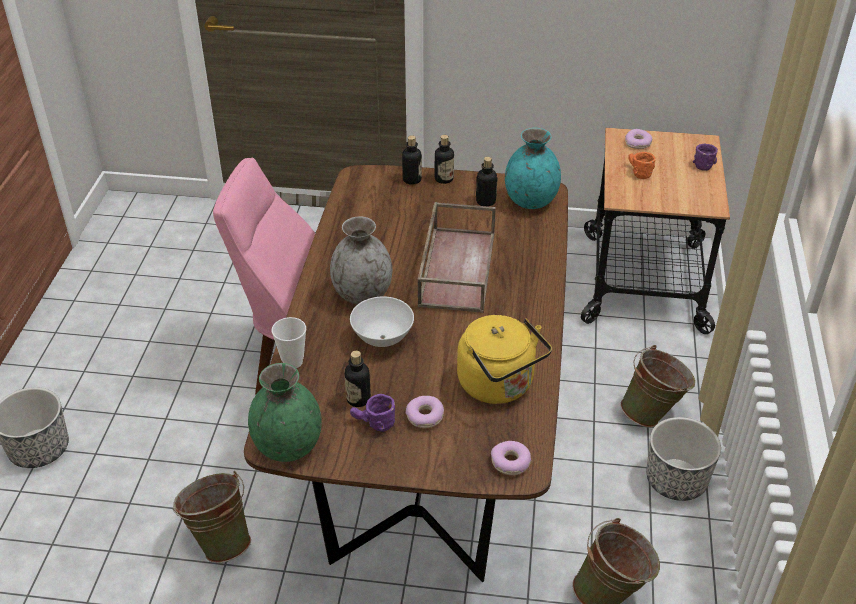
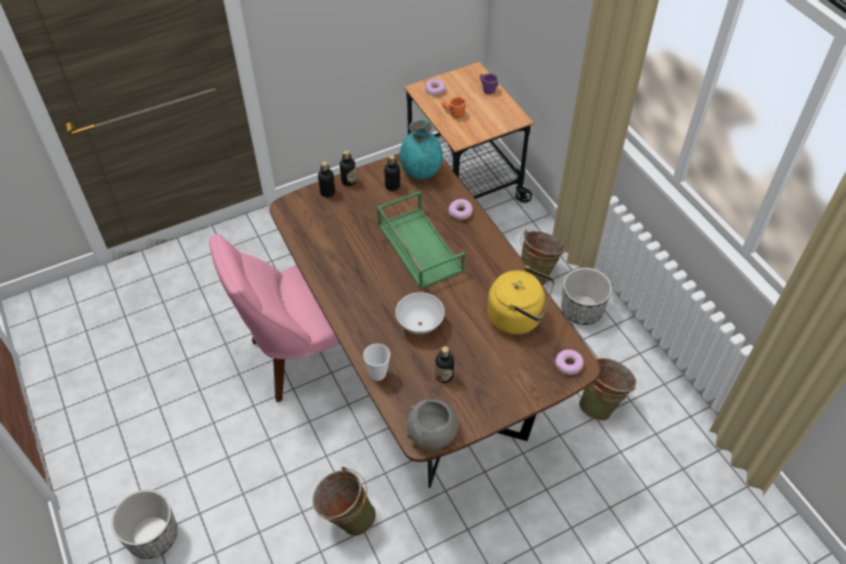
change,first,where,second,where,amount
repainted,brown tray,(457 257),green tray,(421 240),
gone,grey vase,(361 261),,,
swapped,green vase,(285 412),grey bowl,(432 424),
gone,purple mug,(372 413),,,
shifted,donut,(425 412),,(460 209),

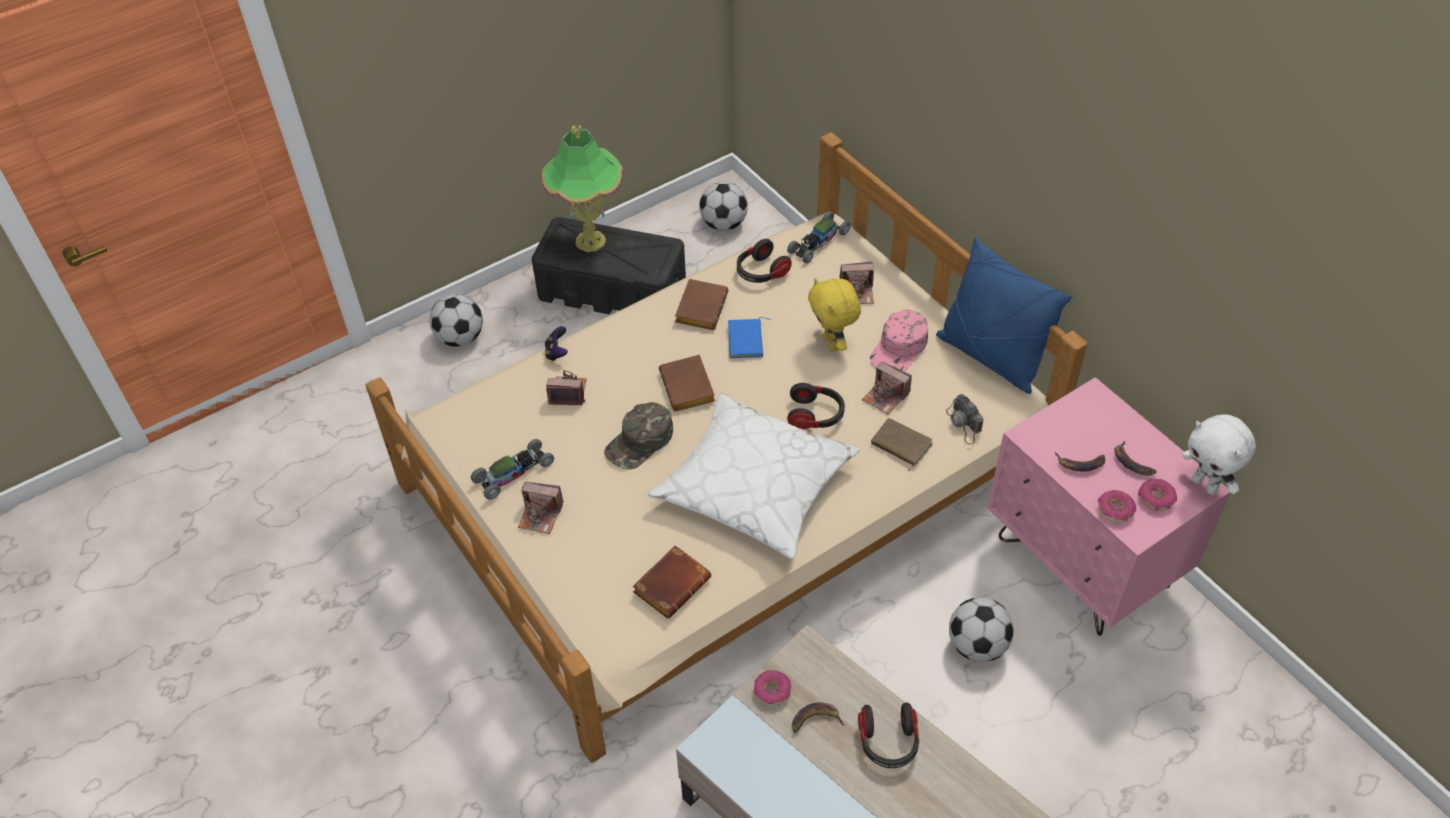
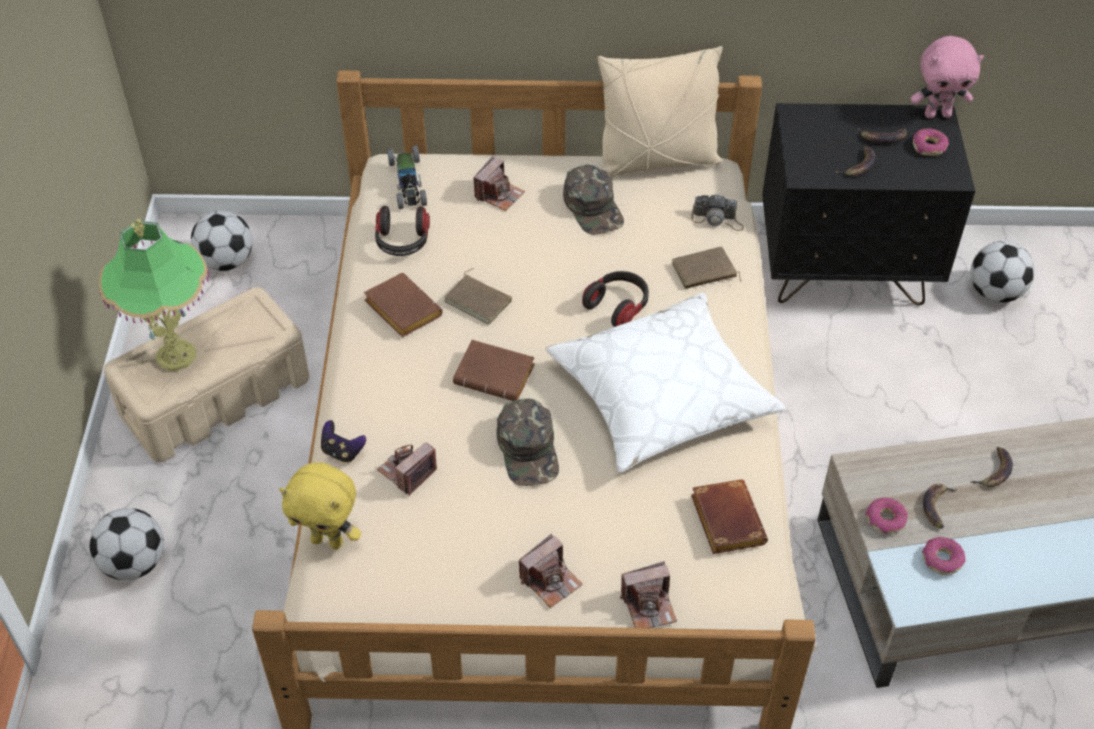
change,first,where,second,where,amount
repainted,black storage box,(609 265),beige storage box,(206 374),
repainted,blue pillow,(1004 315),beige pillow,(660 111),
shifted,yellow plush toy,(834 314),,(320 506),
repainted,pink cap,(899 341),green cap,(593 200),
repainted,blue book,(749 337),brown book,(478 296),
shifted,photo camera,(887 388),,(648 594),
repainted,pink nightstand,(1109 506),black nightstand,(868 204),
repainted,white plush toy,(1219 454),pink plush toy,(947 77),
gone,toy car,(512 469),,,
shifted,donut,(1117 506),,(944 556),
shifted,football,(981 630),,(1002 271),
swapped,headphones,(888 735),banana,(991 467),

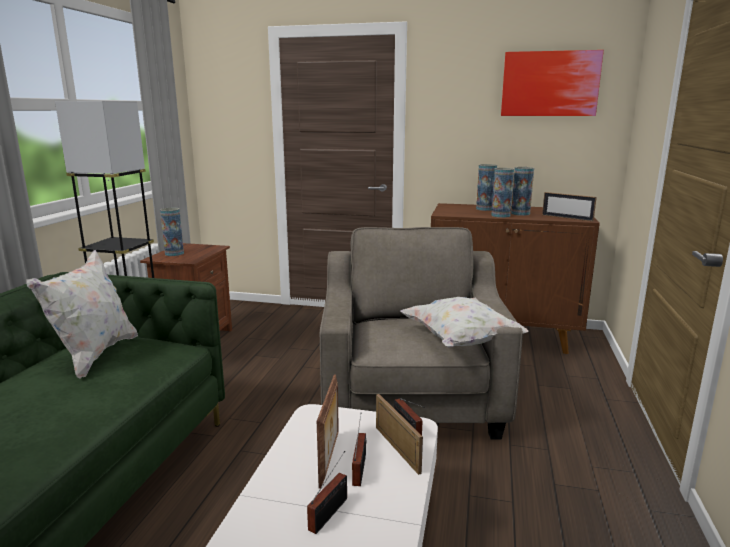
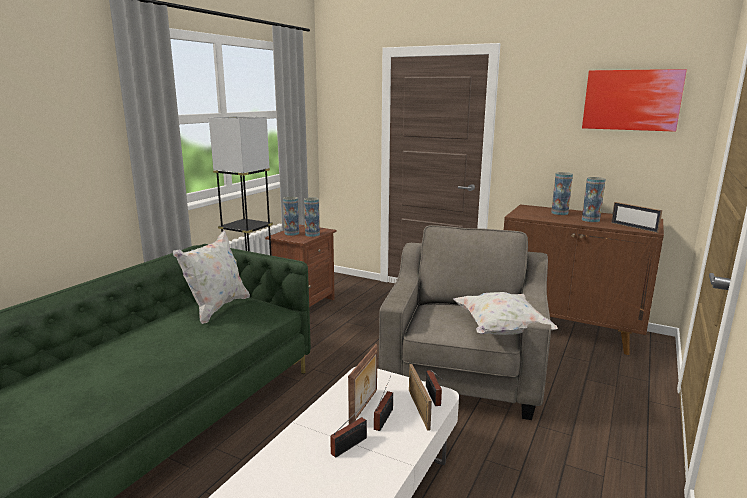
change,first,where,second,where,amount
shifted,vase,(502 193),,(312 217),

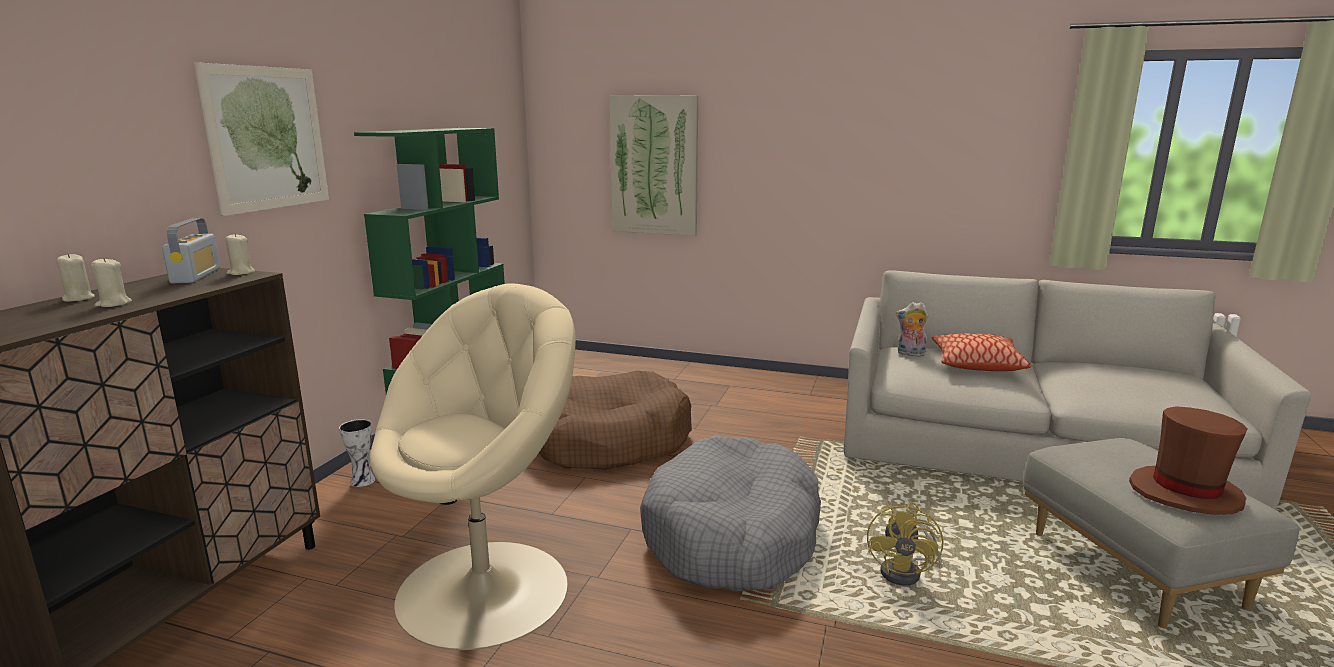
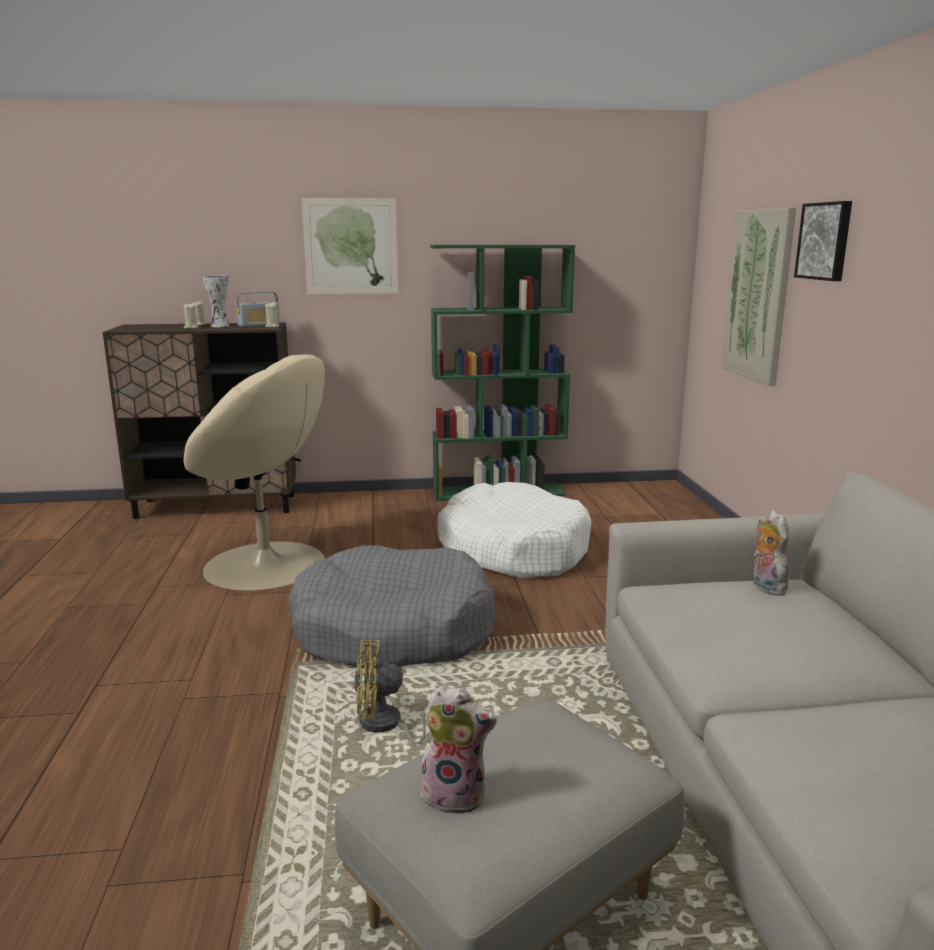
change,first,where,second,where,amount
gone,pillow,(981 352),,,
repainted,brown dog bed,(615 420),white dog bed,(514 530),
swapped,brown hat,(1188 460),plush toy,(457 750),
shifted,vase,(357 453),,(216 301),
new,,,picture,(823 241),

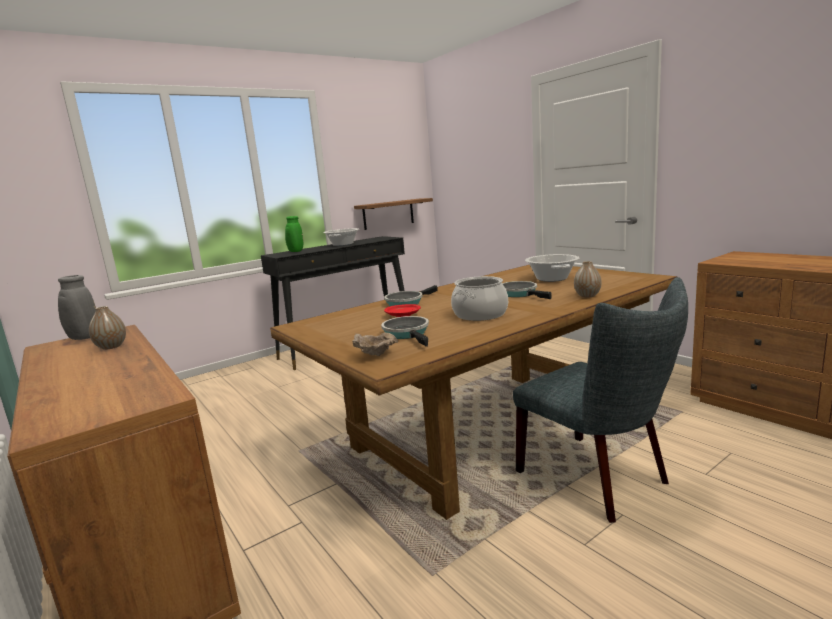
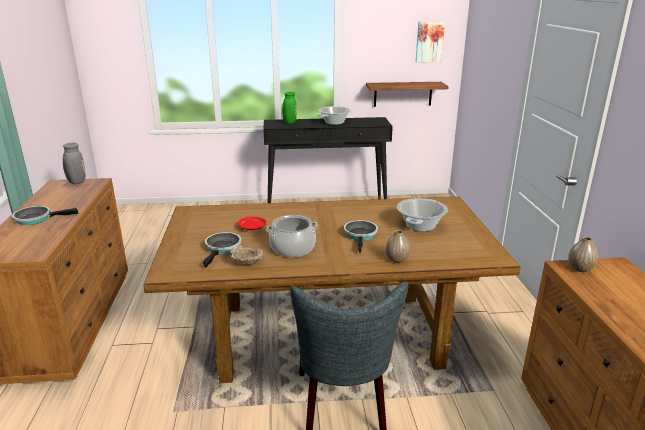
change,first,where,second,where,amount
shifted,frying pan,(410 295),,(45 215),
shifted,vase,(107 328),,(583 254),
shifted,beige bowl,(375 344),,(247 255),
new,,,picture,(430 41),

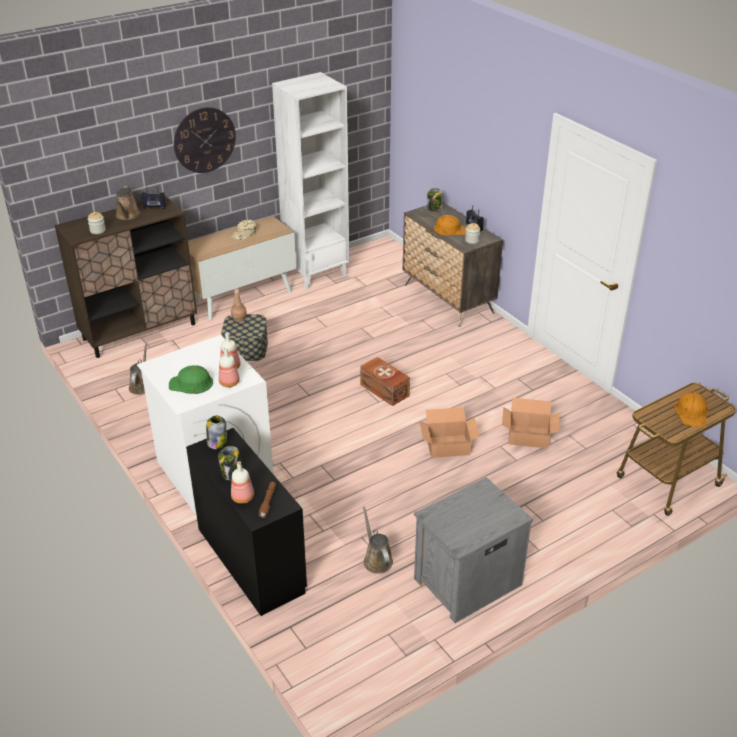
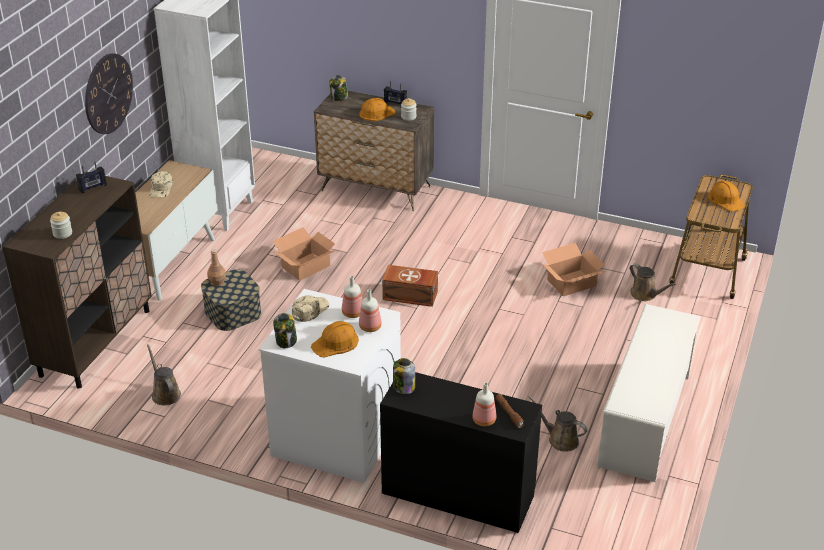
change,first,where,second,where,amount
shifted,brown watering can,(128 202),,(653 282),
repainted,green hard hat,(191 379),orange hard hat,(335 339),
shifted,cardboard box,(449 432),,(305 254),
shifted,jar,(230 463),,(285 330),
swapped,grey nightstand,(473 550),white shoe rack,(649 393),
new,,,beige cap,(310 308),

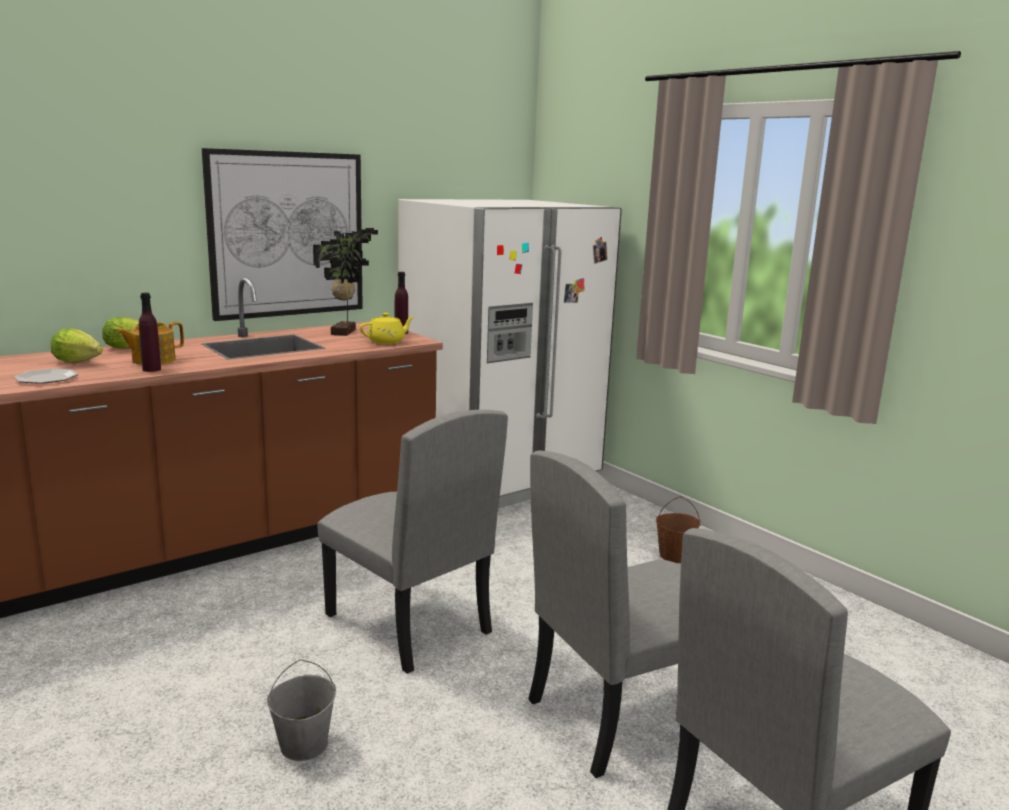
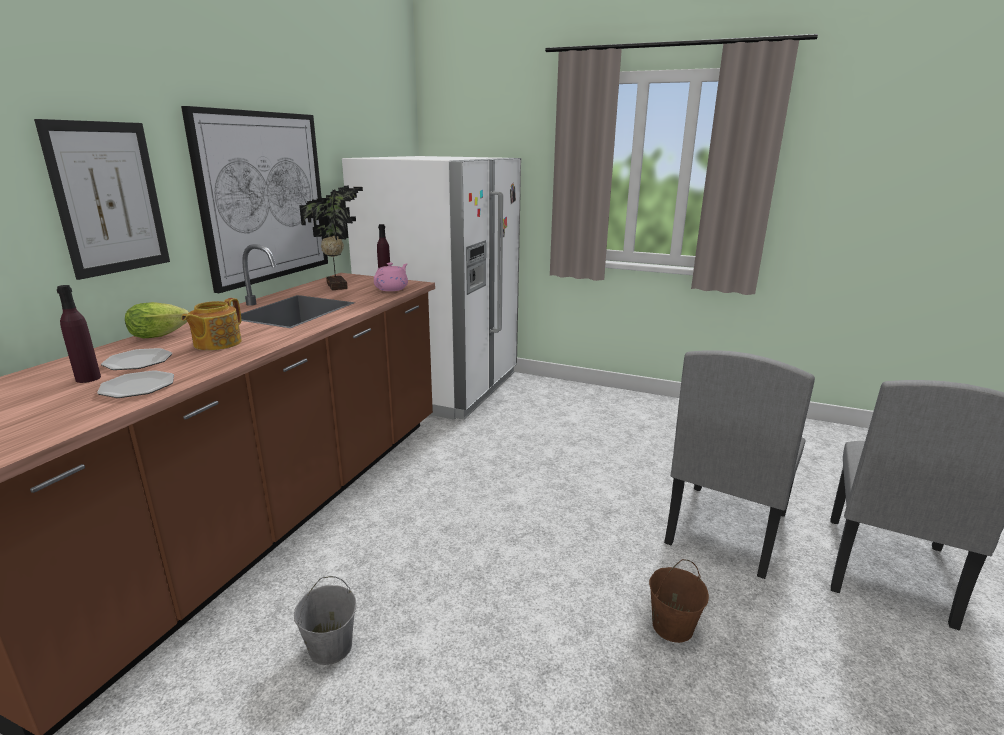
change,first,where,second,where,amount
shifted,purple bottle,(150 332),,(79 334),
repainted,yellow teapot,(387 328),pink teapot,(391 277),
swapped,lettuce,(77 345),plate,(136 359),
gone,grey chair,(412 541),,,
shifted,brown bucket,(678 529),,(679 601),
shifted,grey bucket,(301 710),,(325 620),
new,,,picture,(102 199),

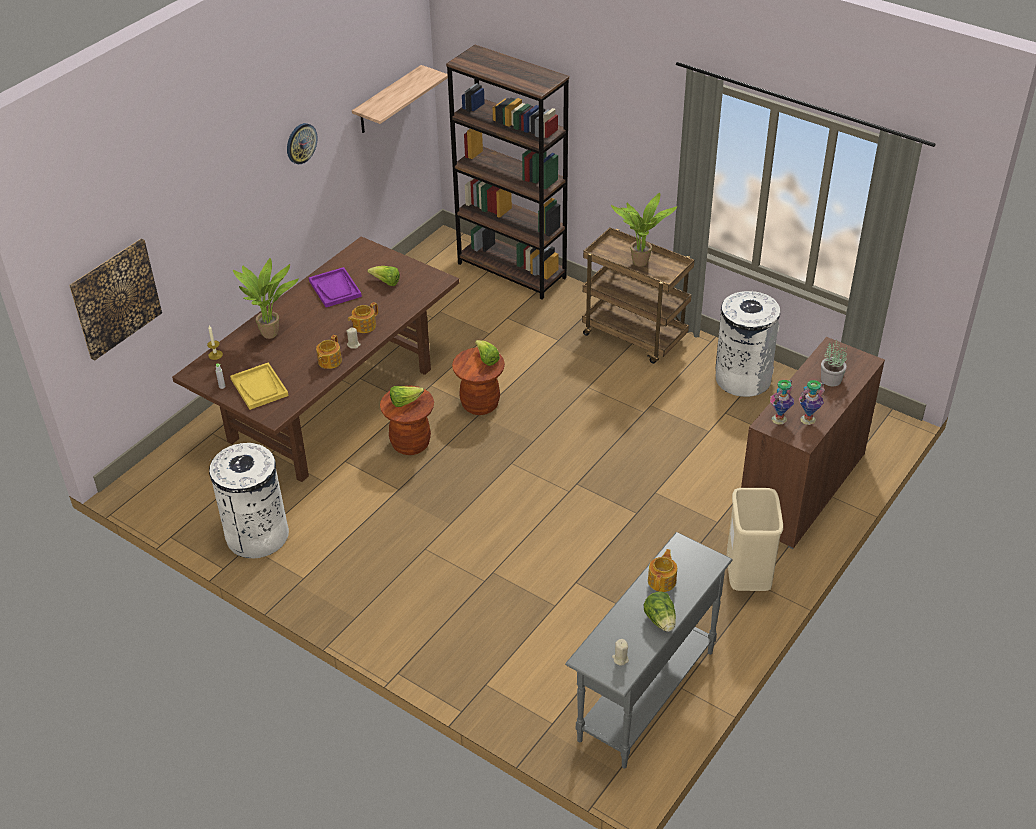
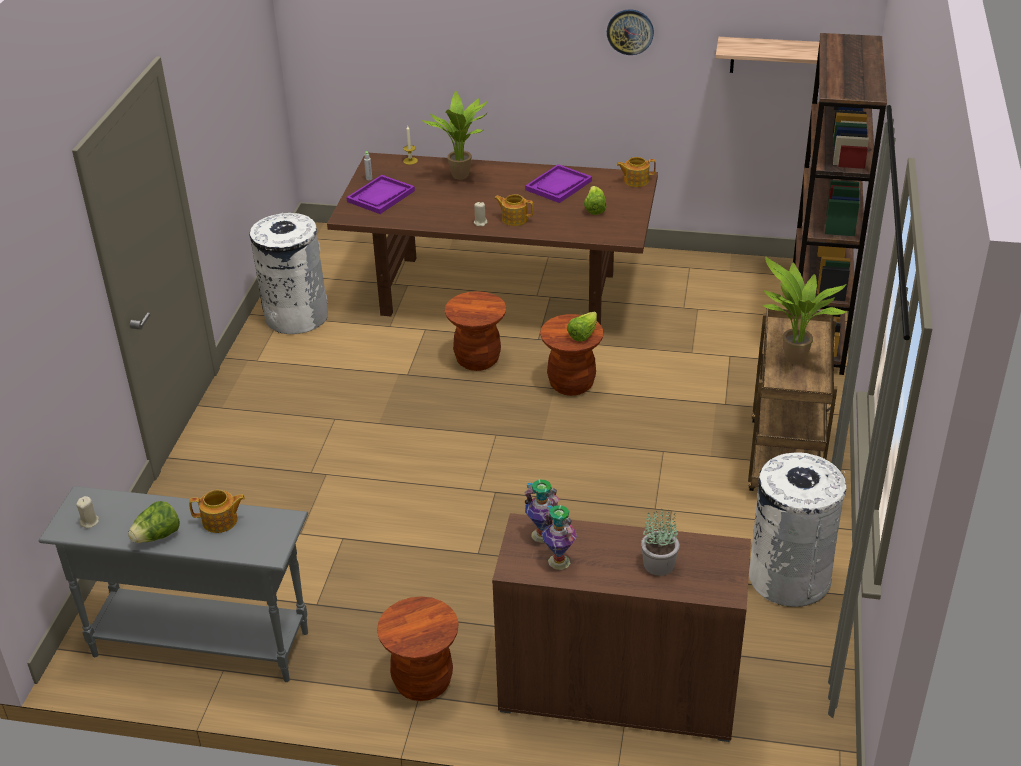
change,first,where,second,where,amount
gone,picture,(115 300),,,
shifted,teapot,(329 352),,(636 172),
repainted,yellow tray,(259 386),purple tray,(380 194),
gone,lettuce,(407 396),,,
swapped,beige trash can,(755 539),brown stool,(418 648),

